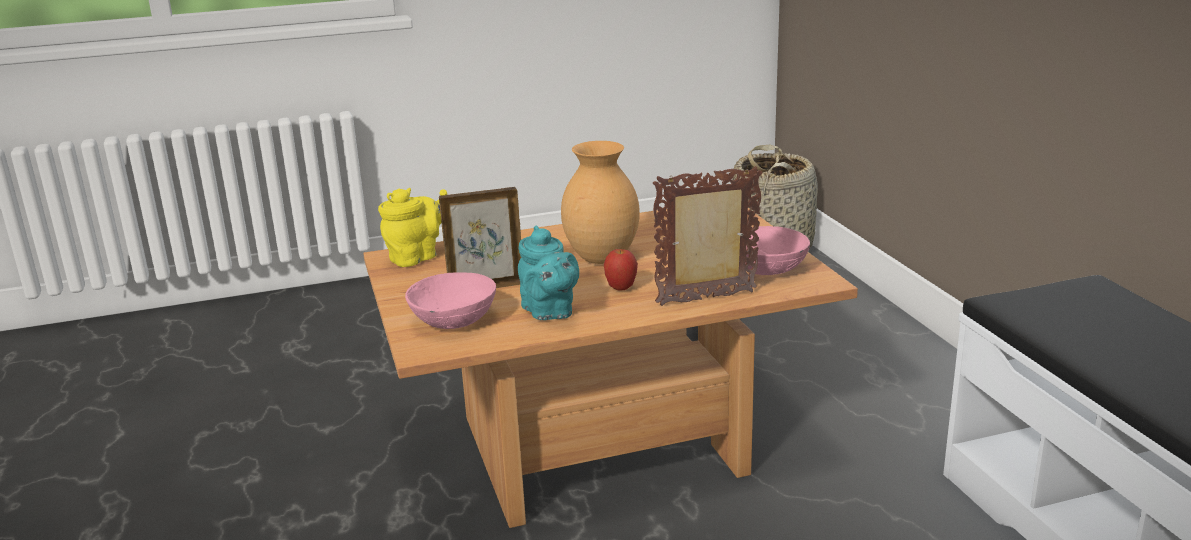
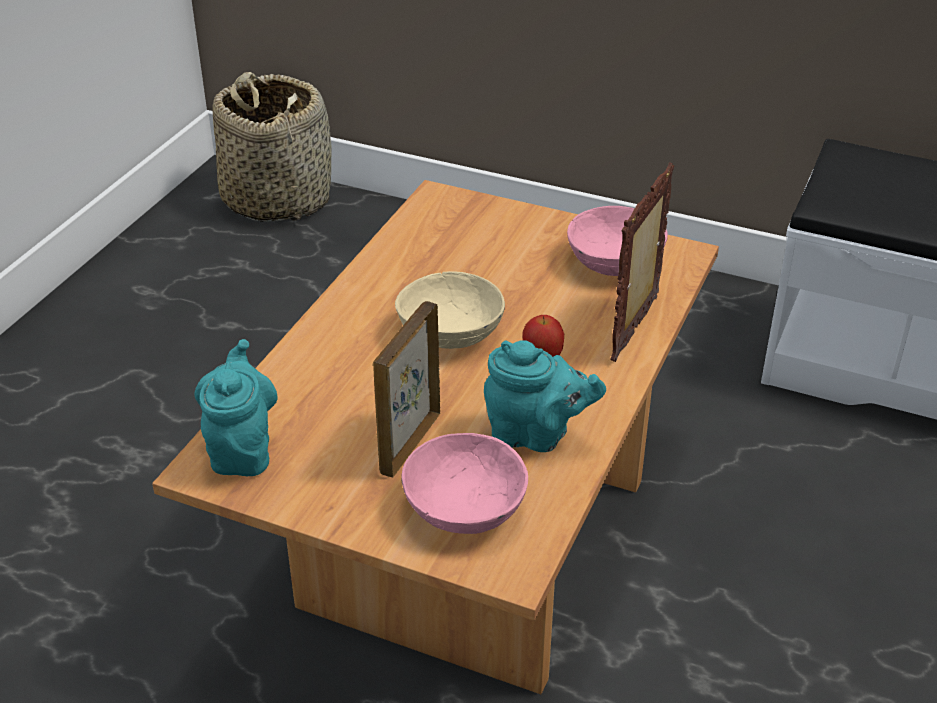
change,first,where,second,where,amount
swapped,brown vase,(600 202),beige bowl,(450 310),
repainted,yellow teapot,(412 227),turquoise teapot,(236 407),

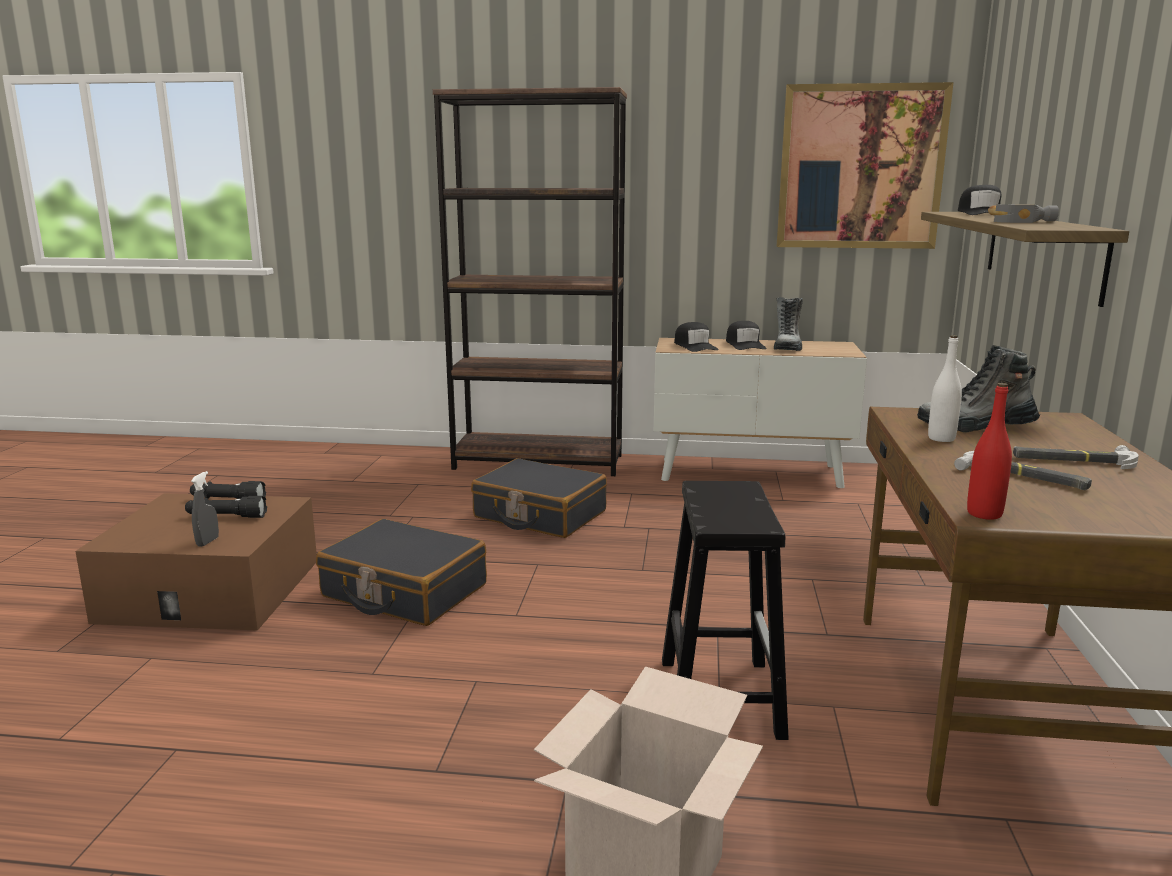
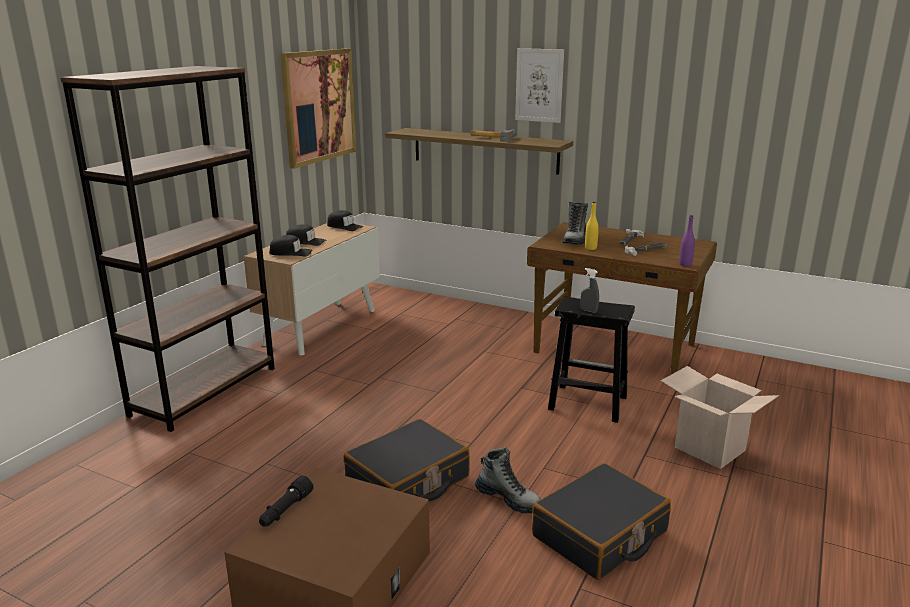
change,first,where,second,where,amount
shifted,black cap,(979 200),,(345 220),
shifted,boot,(788 324),,(508 480),
repainted,white bottle,(945 388),yellow bottle,(592 226),
repainted,red bottle,(989 451),purple bottle,(687 240),
shifted,black suitcase,(539 498),,(601 521),
shifted,grey spray bottle,(205 509),,(589 290),
gone,black flashlight,(226 507),,,
new,,,picture,(539 85),

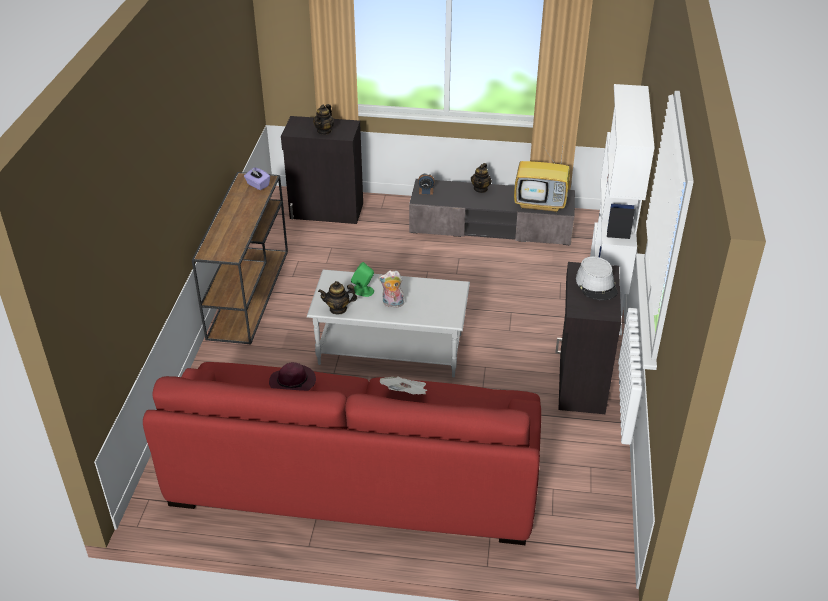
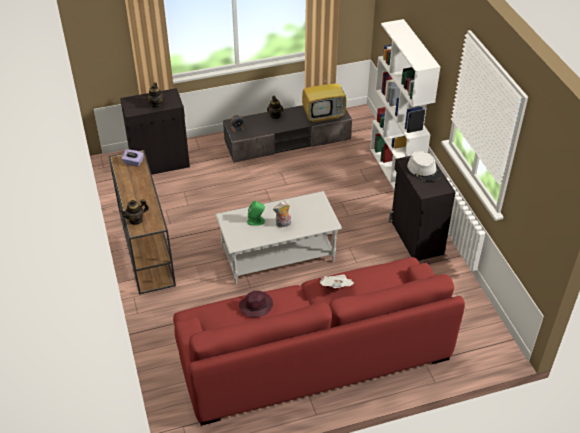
change,first,where,second,where,amount
shifted,teapot,(337 298),,(134 212),

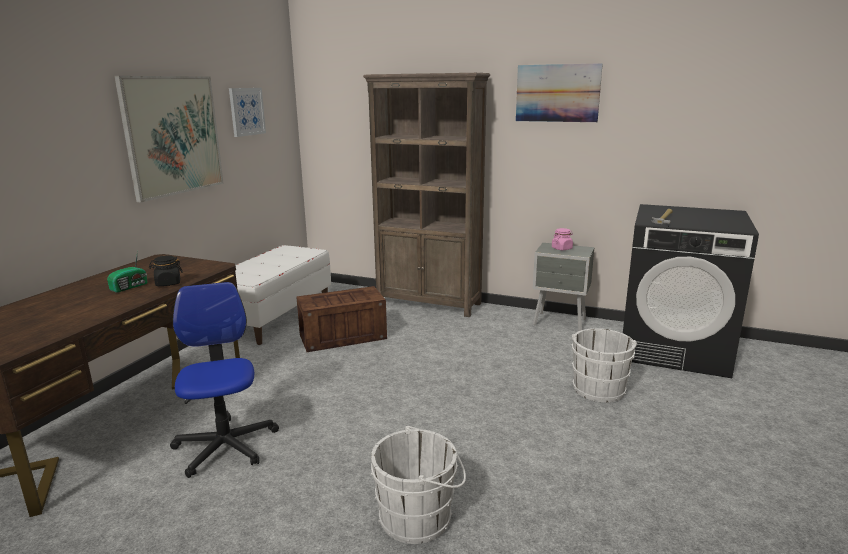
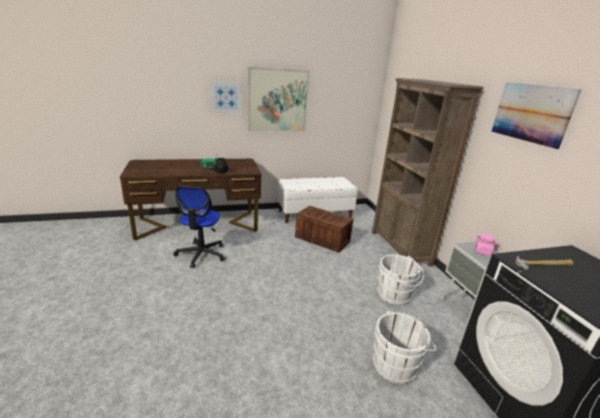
change,first,where,second,where,amount
shifted,picture,(247 112),,(225 97),
rotated,office chair,(224 380),,(199 226),150 degrees clockwise
shifted,white bucket,(418 485),,(400 279),

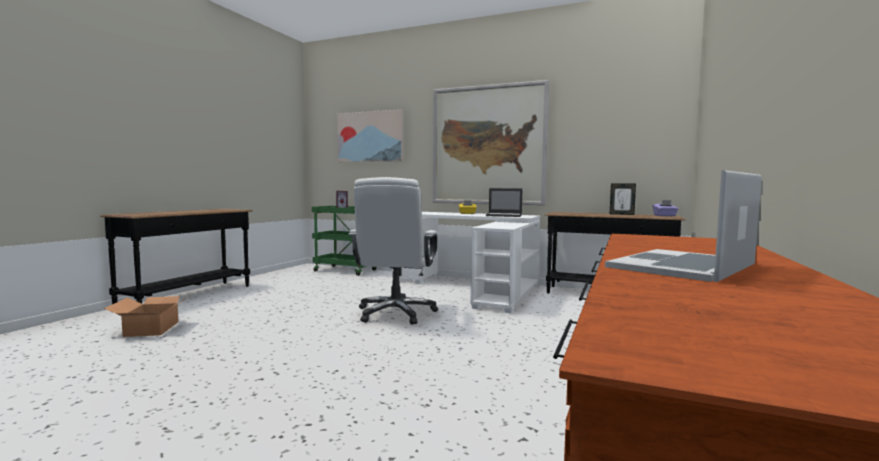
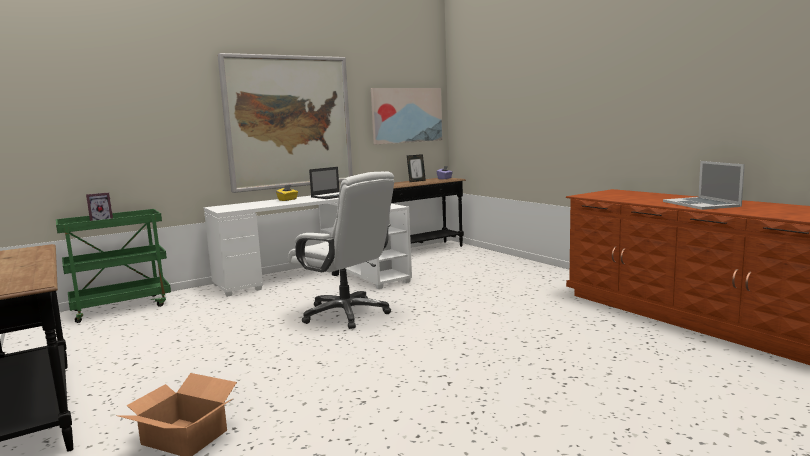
change,first,where,second,where,amount
shifted,picture,(370 135),,(406 116),

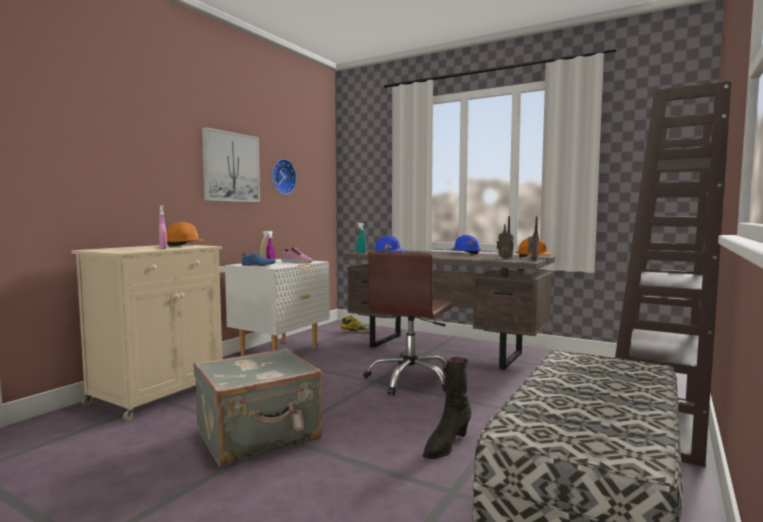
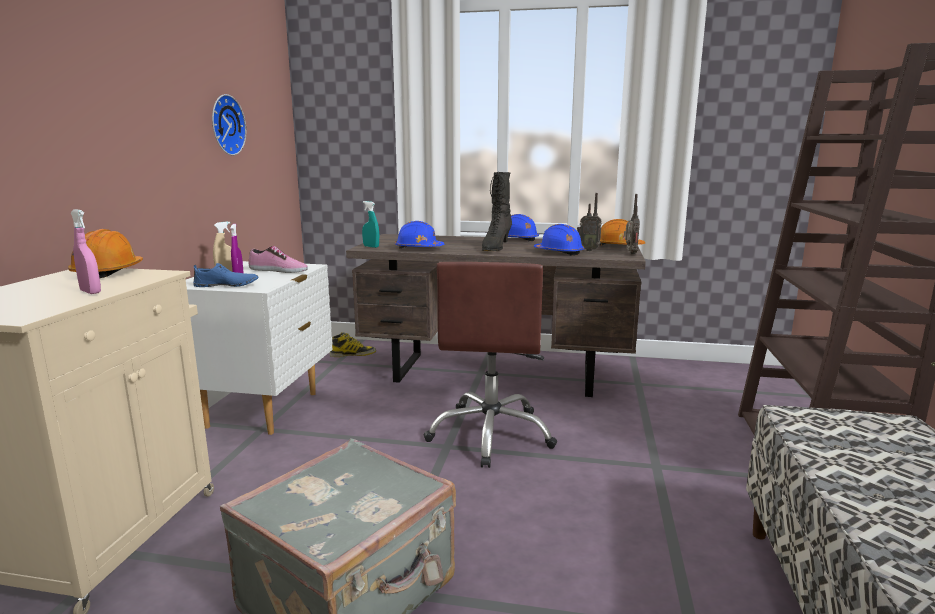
change,first,where,second,where,amount
gone,picture,(231 164),,,
shifted,black boot,(446 408),,(497 211),
new,,,blue hard hat,(559 240),

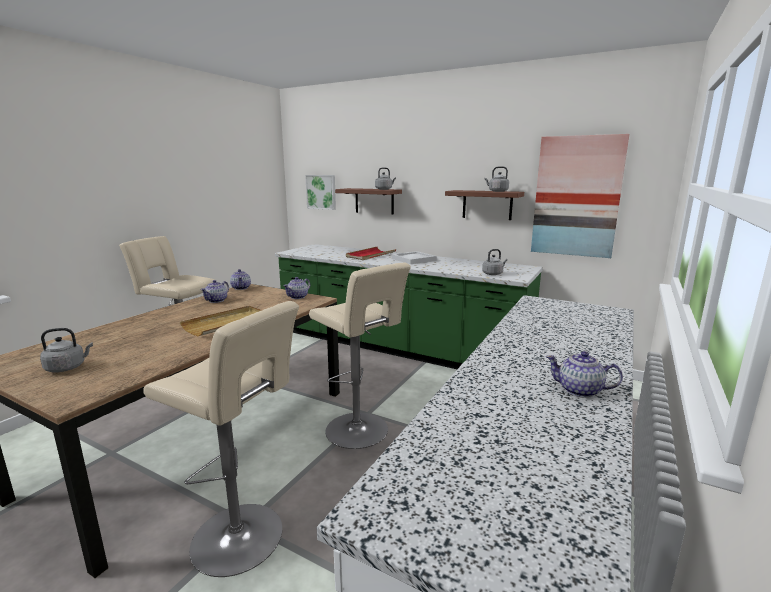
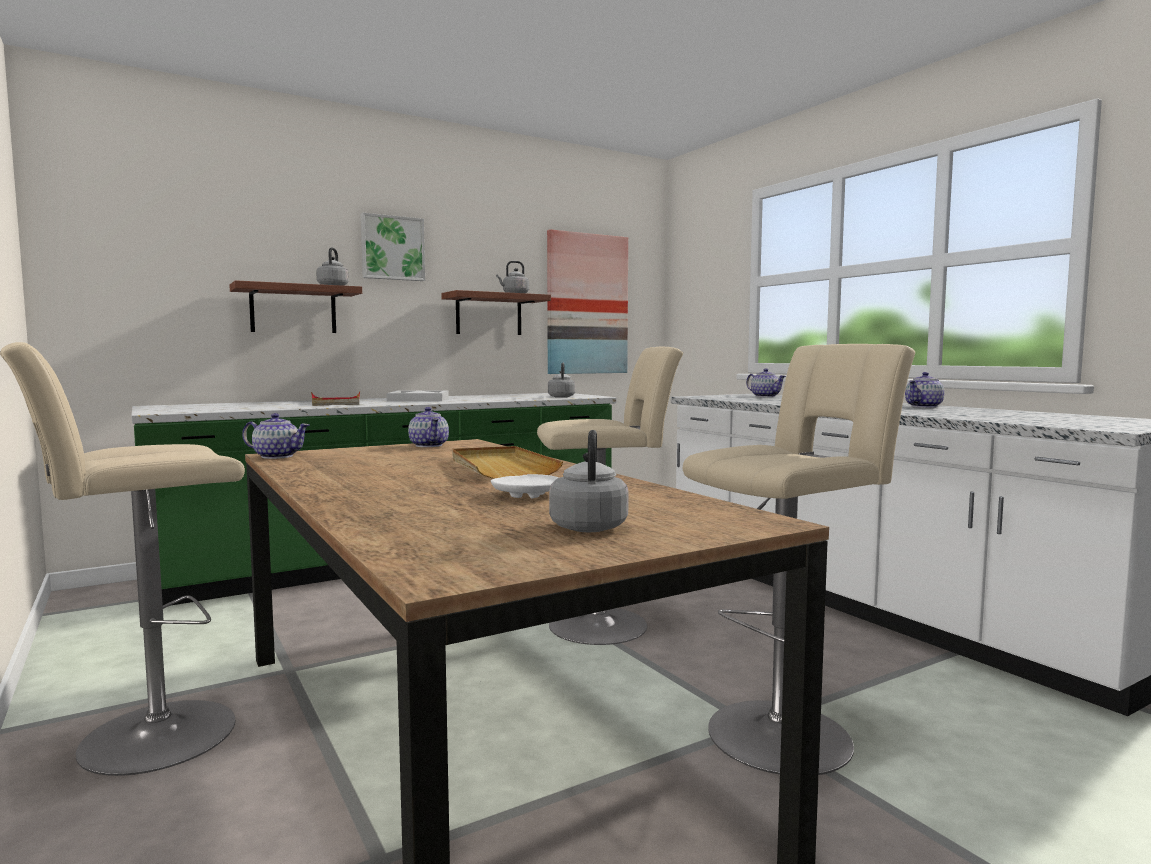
change,first,where,second,where,amount
shifted,picture,(320 192),,(393 247),
shifted,teapot,(215 291),,(766 383),
new,,,white plate,(525 486),

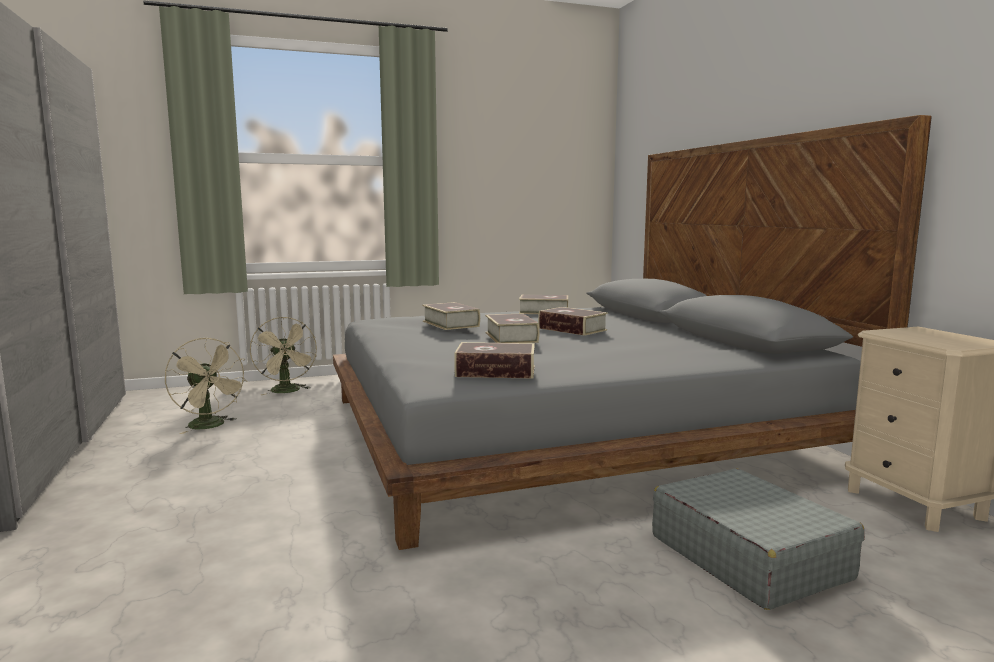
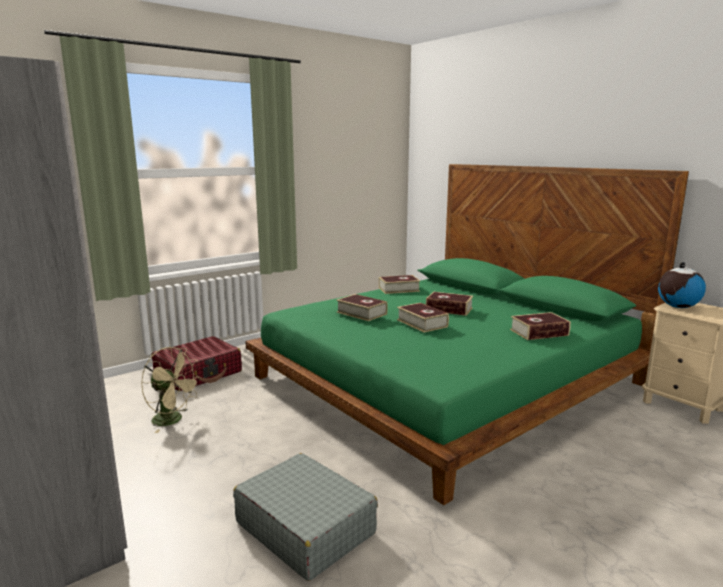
change,first,where,second,where,amount
repainted,grey bed,(632 332),green bed,(467 334),
swapped,beige fan,(283 356),red suitcase,(196 363),
shifted,book,(494 360),,(540 326),
shifted,grey suitcase,(758 539),,(305 517),
new,,,globe,(682 285),

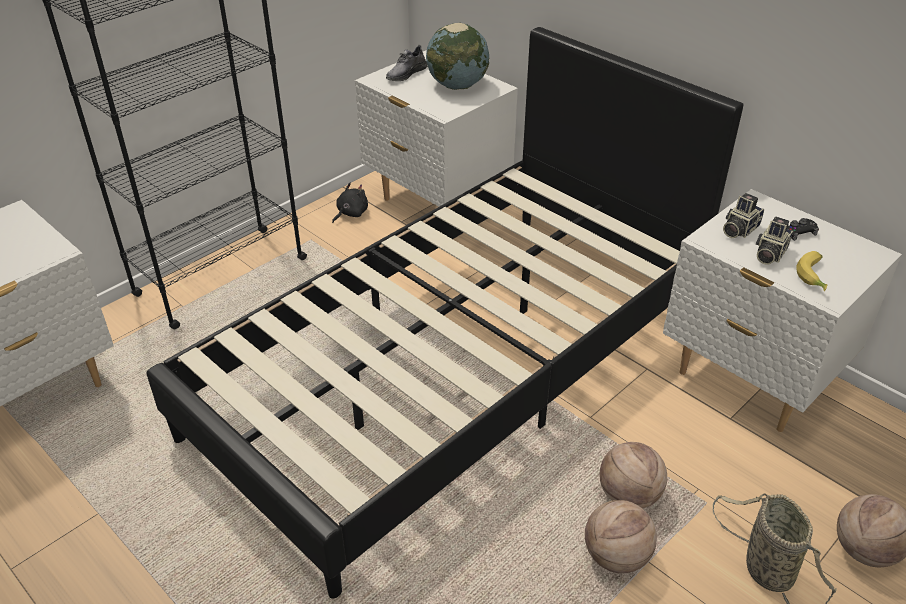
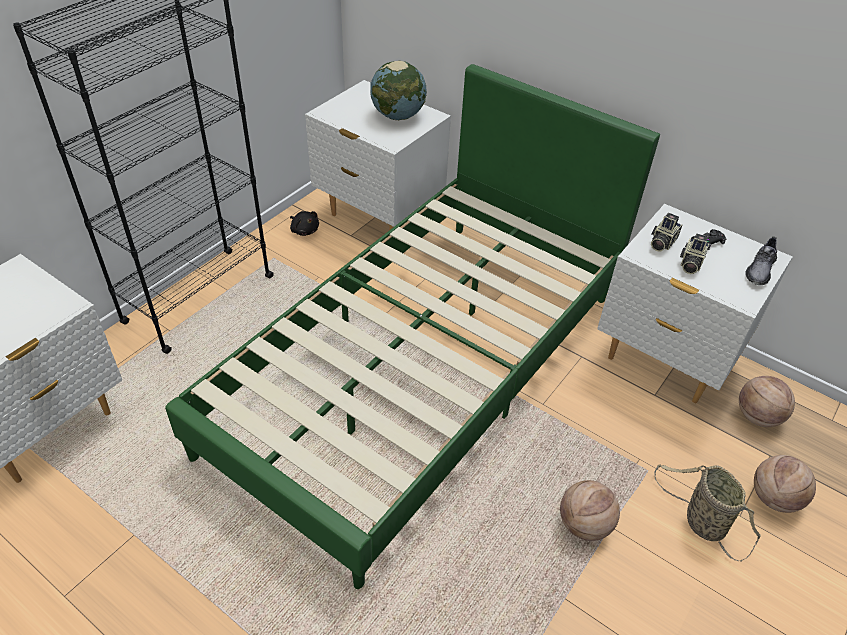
change,first,where,second,where,amount
repainted,black bed,(445 312),green bed,(412 326),
shifted,grey shoe,(407 63),,(761 260),
rotated,black plush toy,(350 203),,(304 223),105 degrees clockwise
gone,banana,(812 271),,,
shifted,basketball,(633 475),,(767 401),

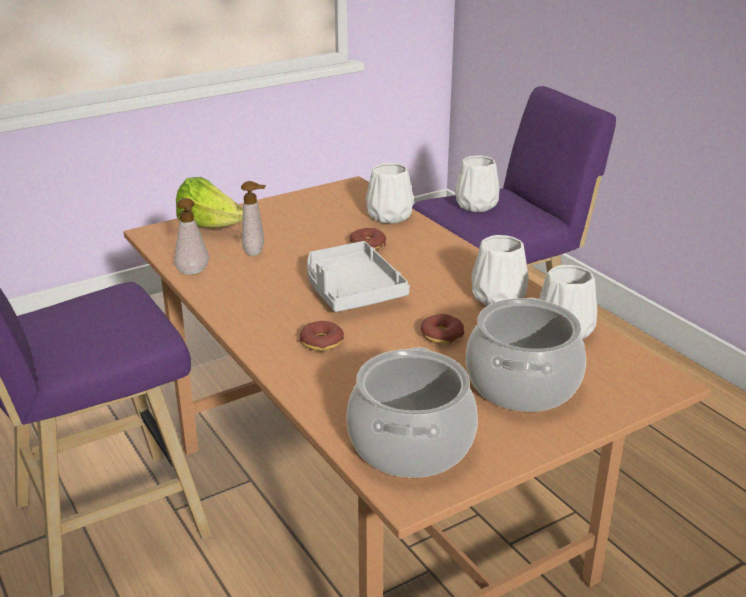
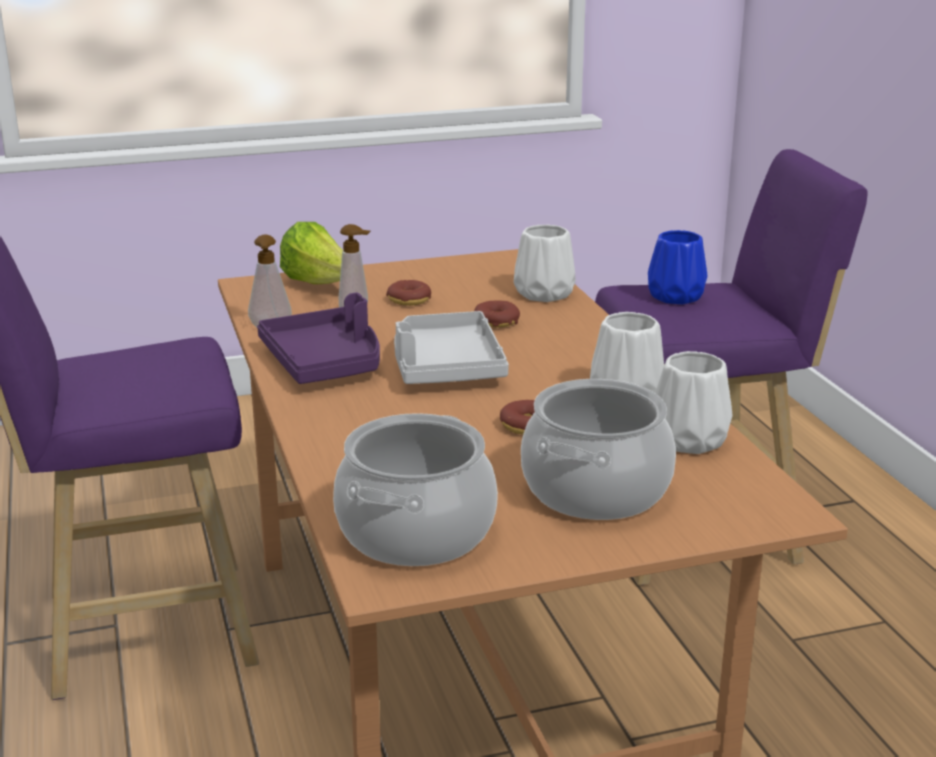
change,first,where,second,where,amount
repainted,white vase,(477 183),blue vase,(677 267),
shifted,donut,(322 336),,(408 293),
new,,,purple tray,(318 338),

